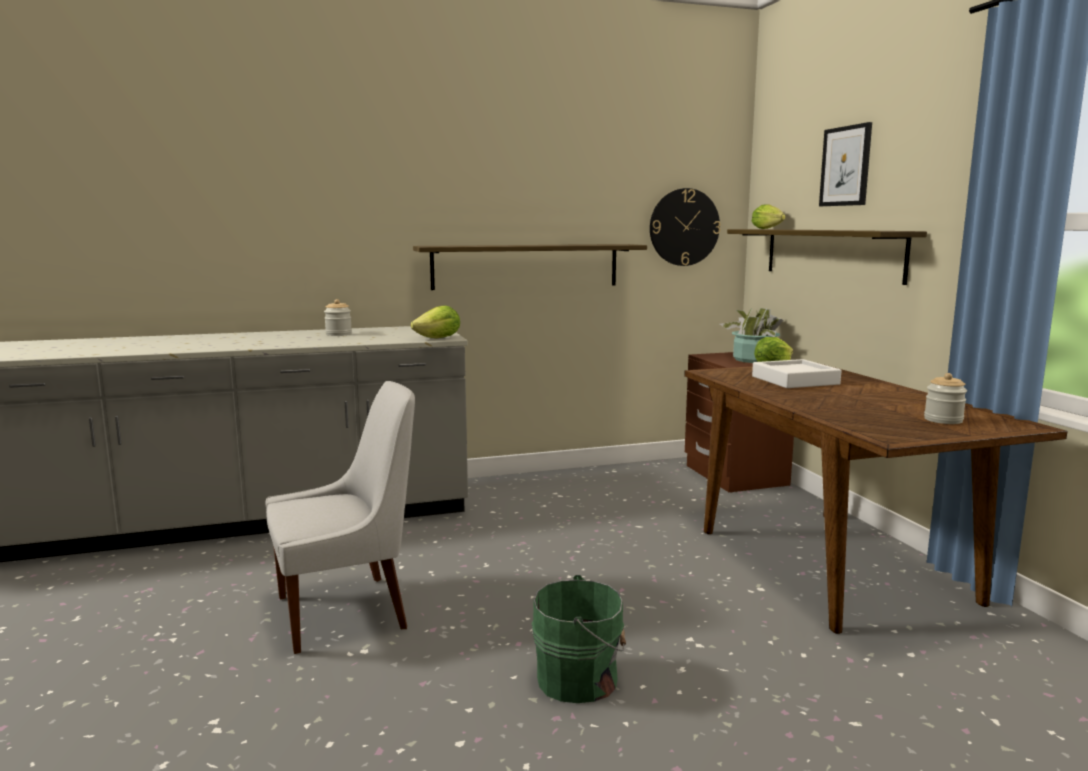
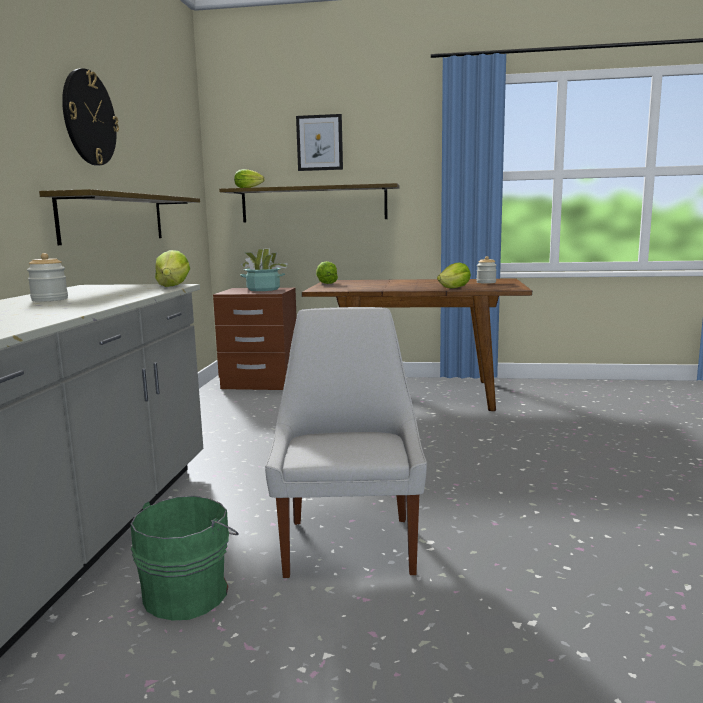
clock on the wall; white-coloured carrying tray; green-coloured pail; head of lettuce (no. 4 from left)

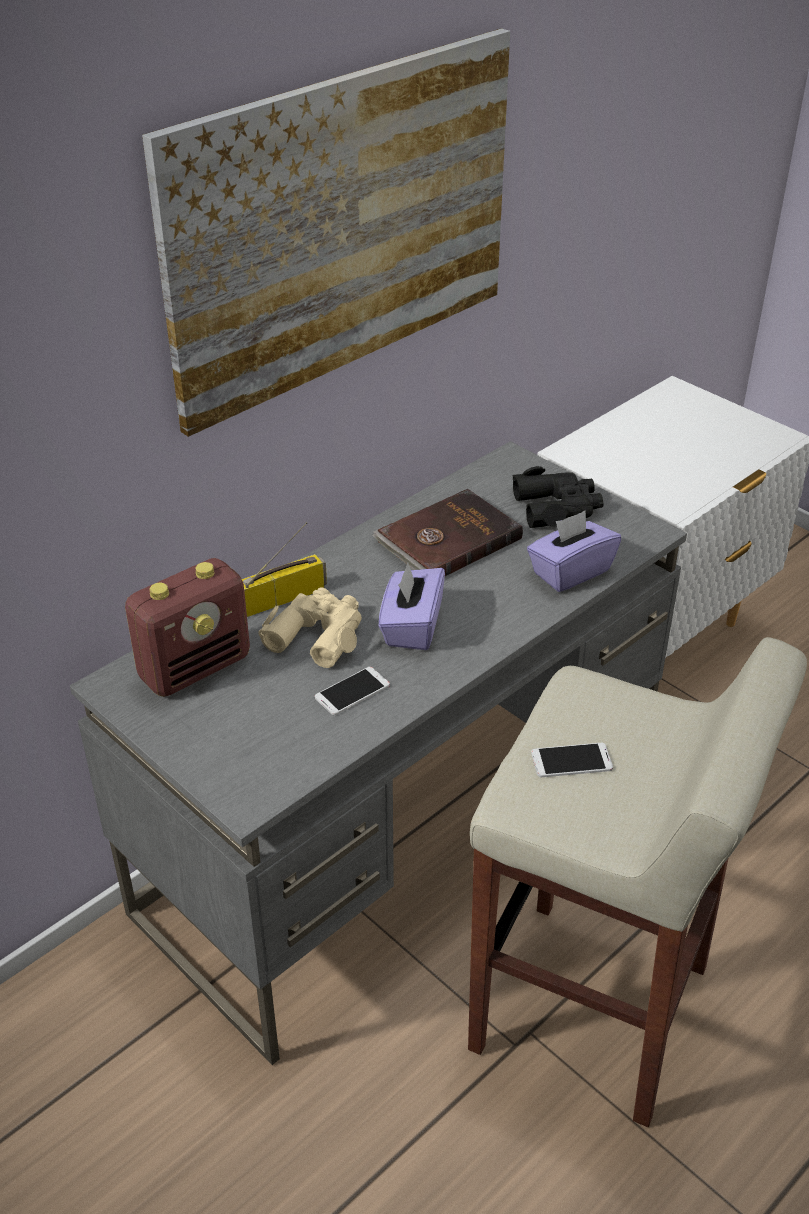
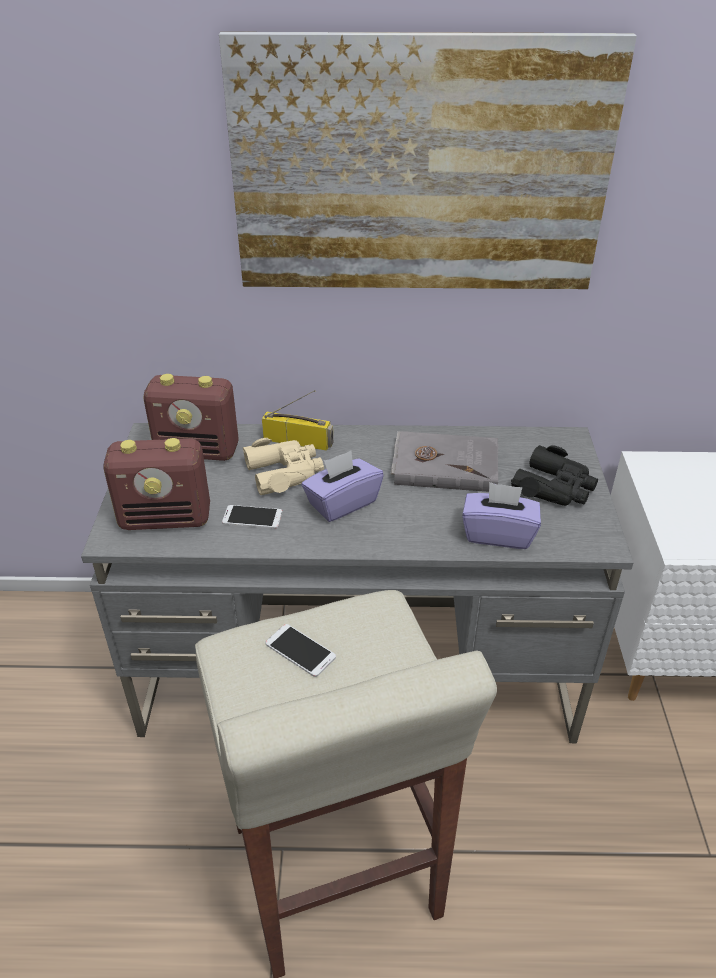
greyish bound book; radio set (no. 1 from left)

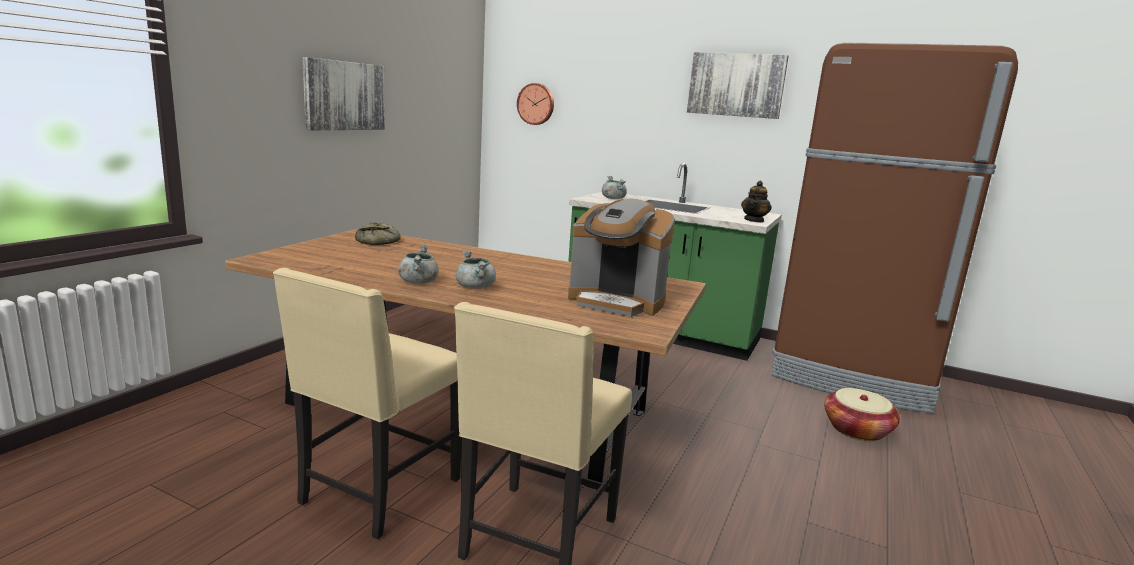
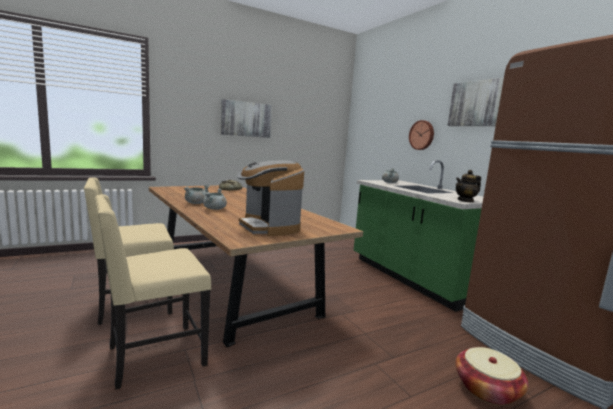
clock on the wall

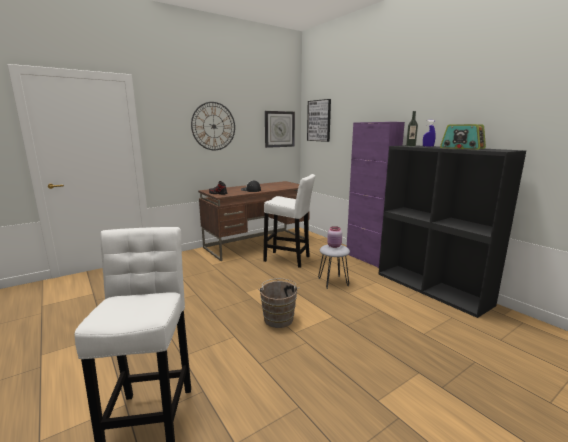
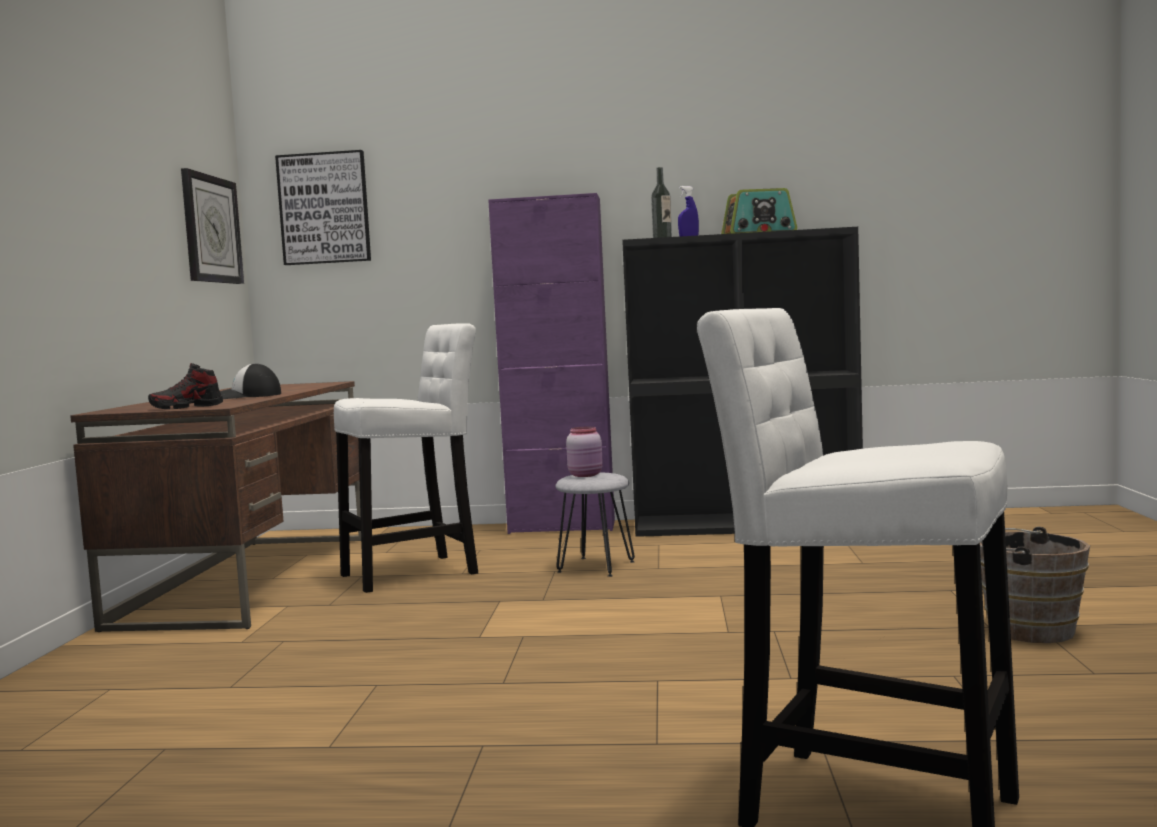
clock on the wall (no. 1 from left in the first image); brown-coloured pail

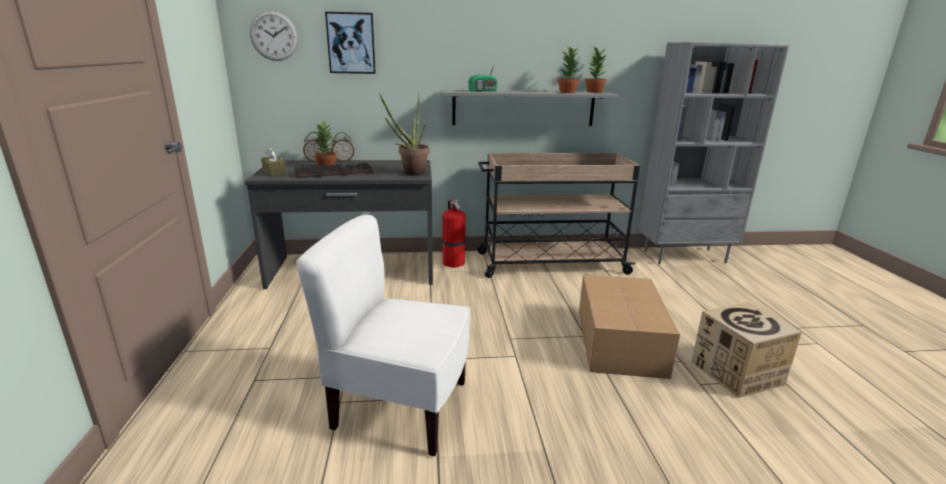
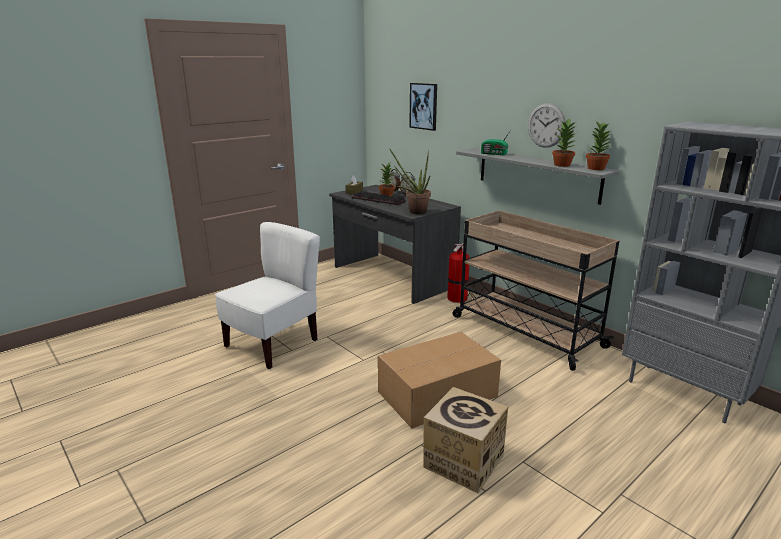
clock on the wall; white-coloured plain chair

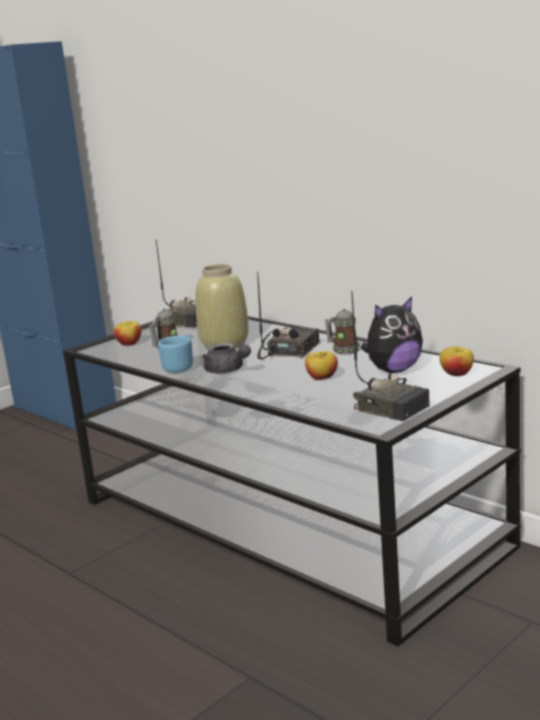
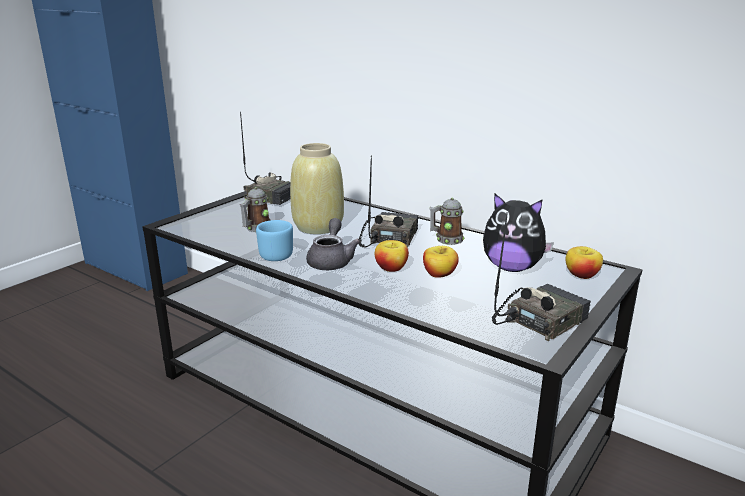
radio set (no. 3 from left); plush toy; whole apple (no. 1 from left); greyish tea pot

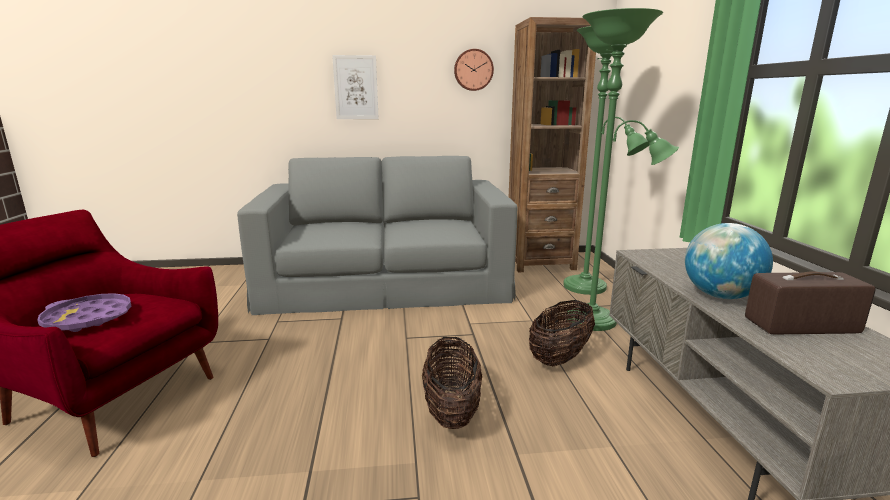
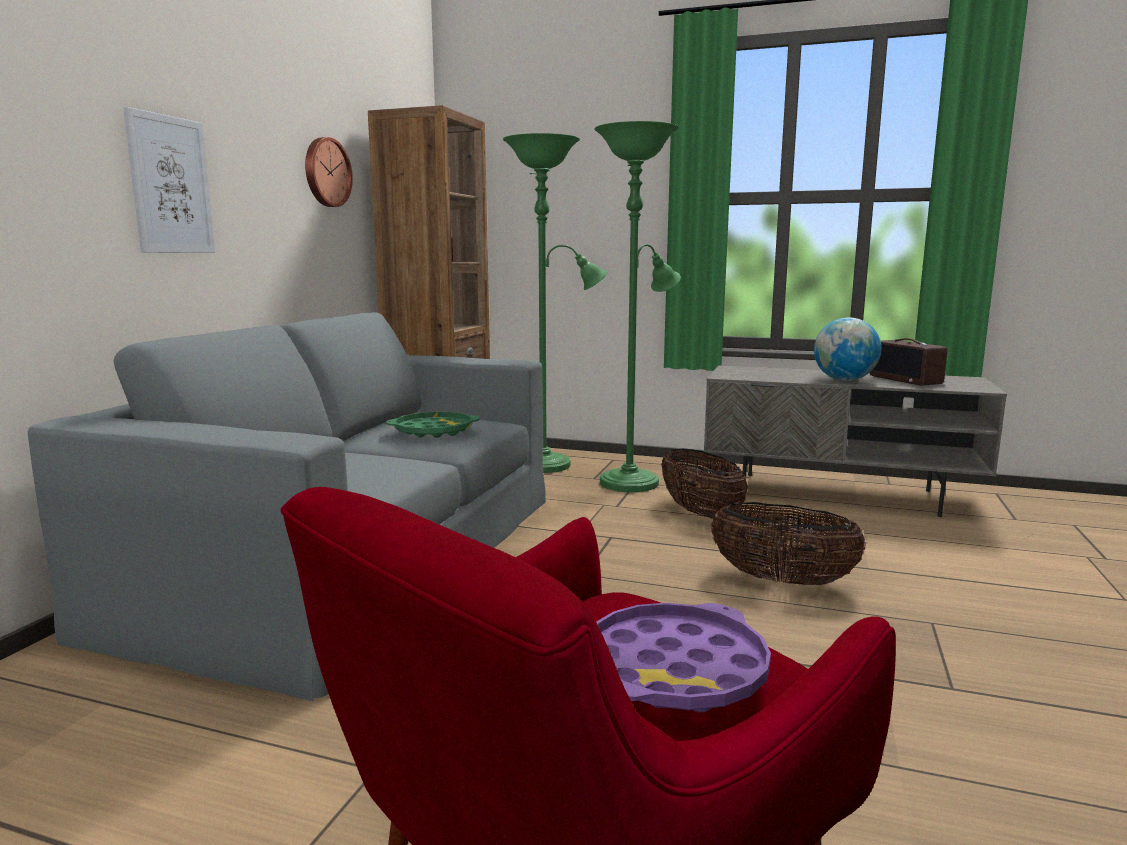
radio set; green-coloured carrying tray

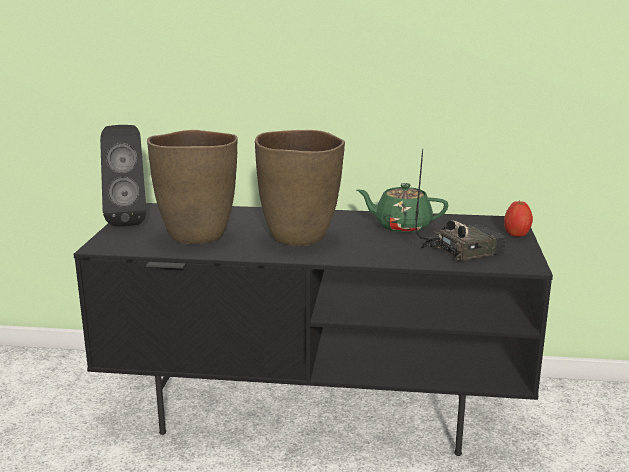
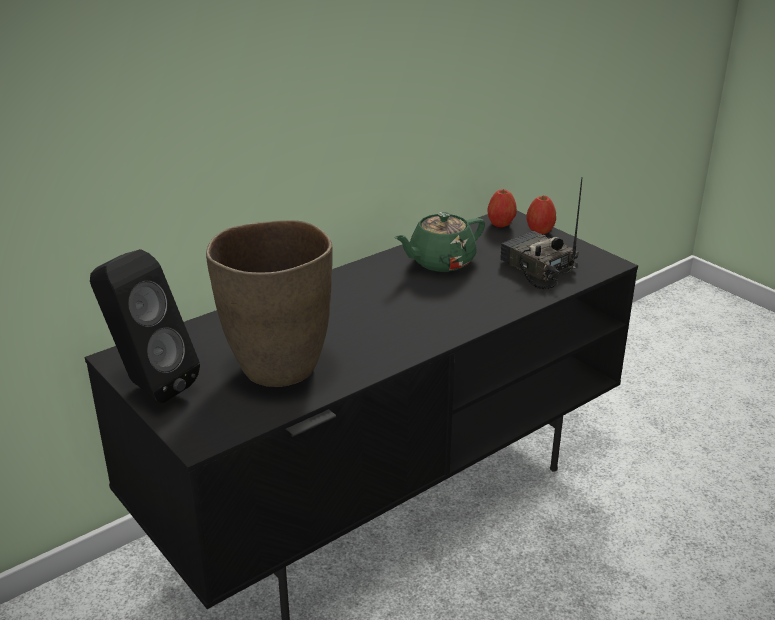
brown-coloured vase (no. 2 from left in the first image); radio set; whole apple (no. 1 from left)

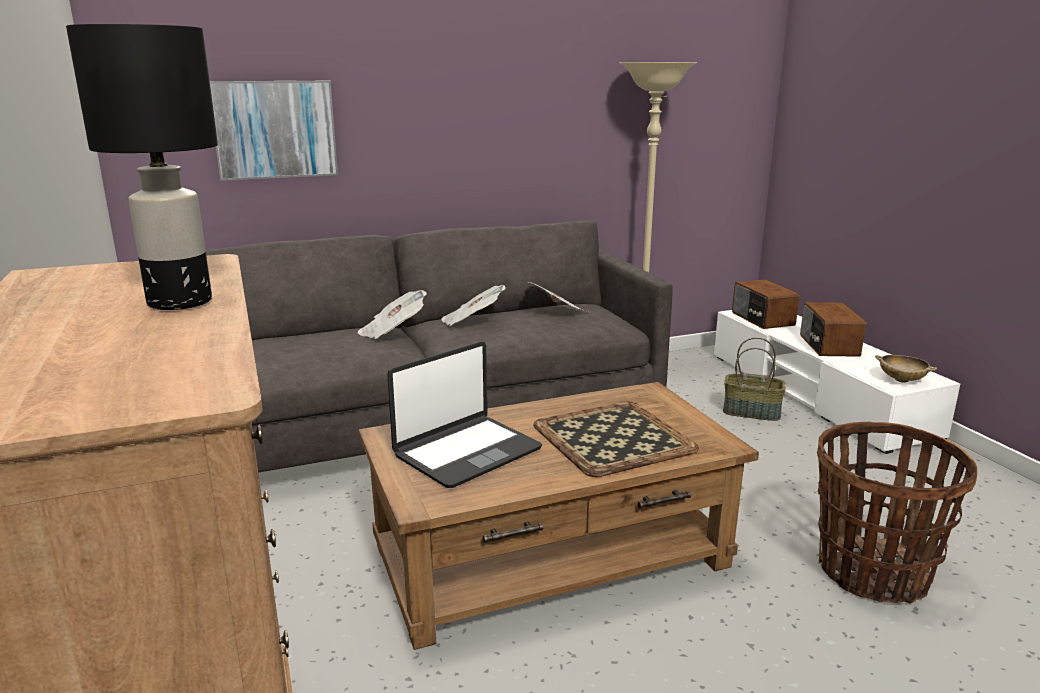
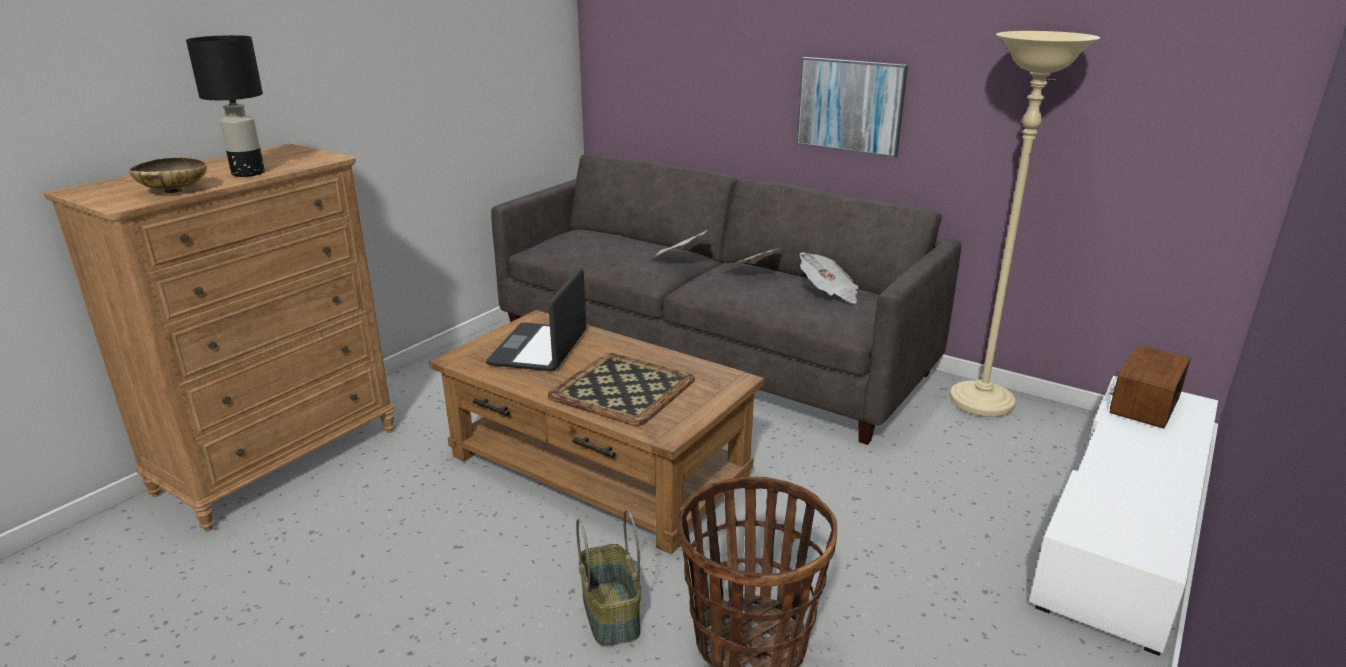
wall picture; radio set (no. 2 from left in the first image); household basket (no. 1 from left); notebook computer; sand-coloured deep dish

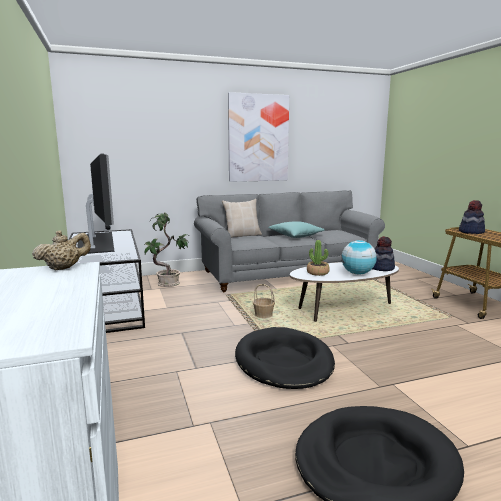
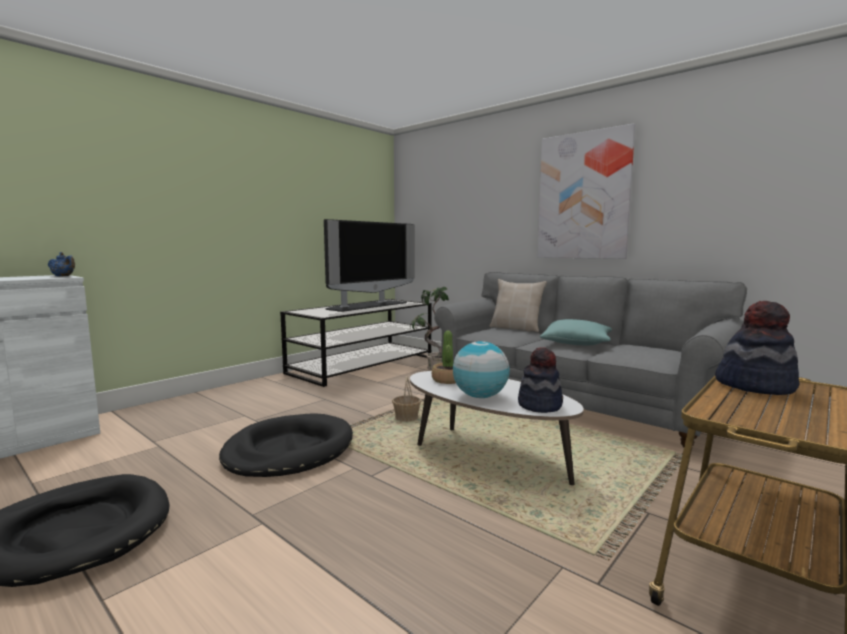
bluish tea pot

